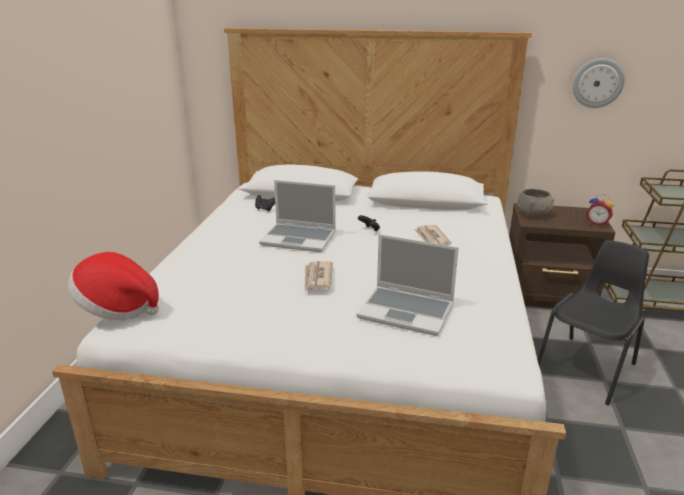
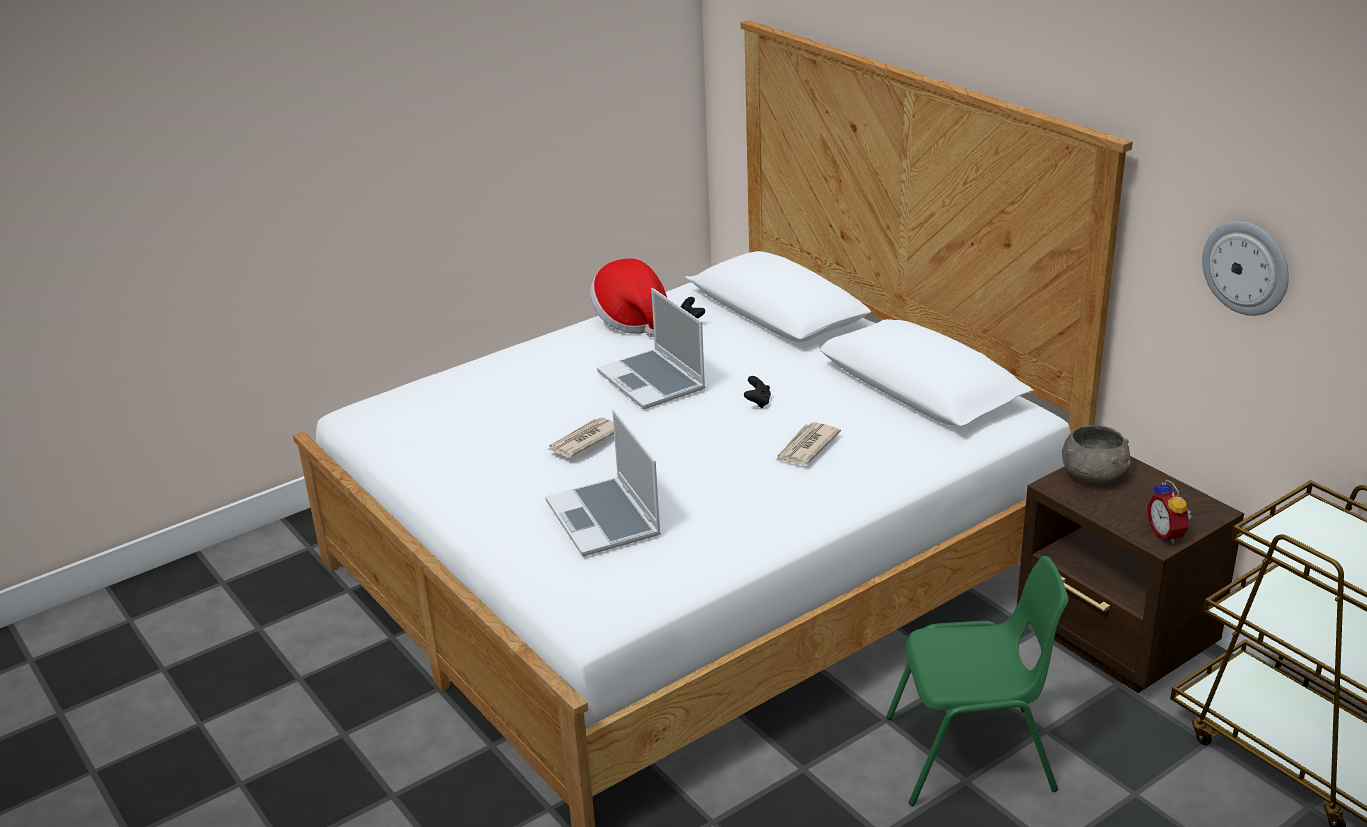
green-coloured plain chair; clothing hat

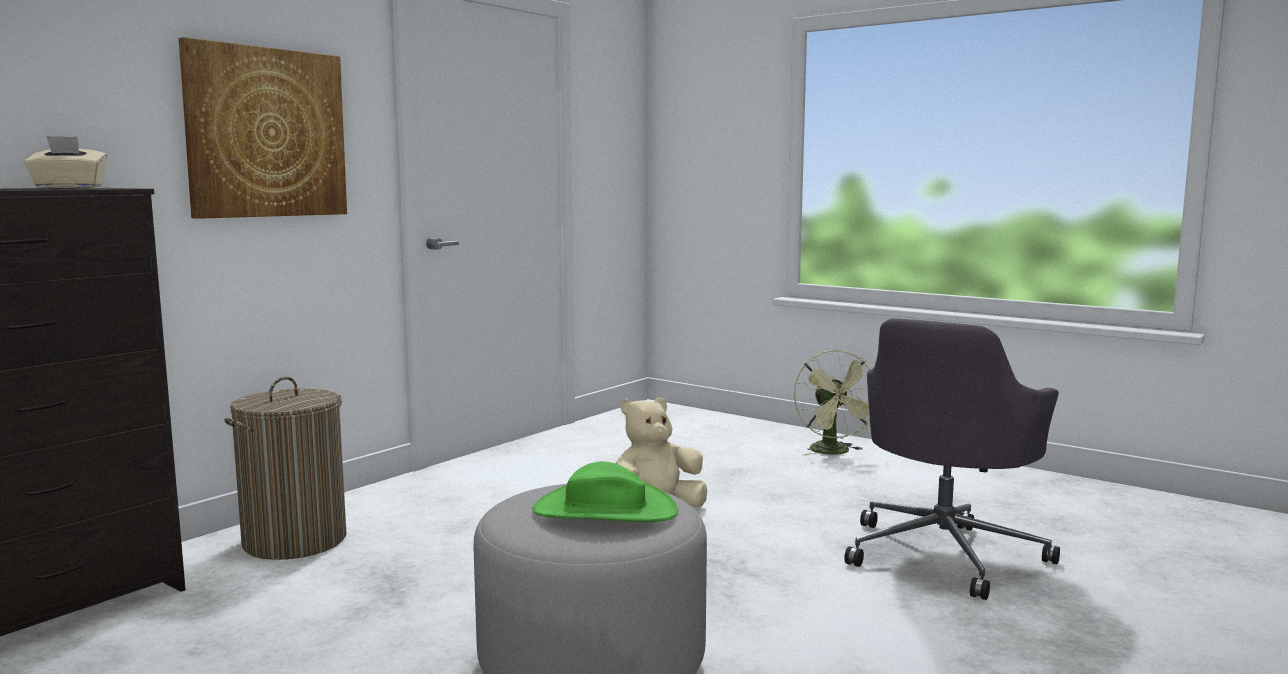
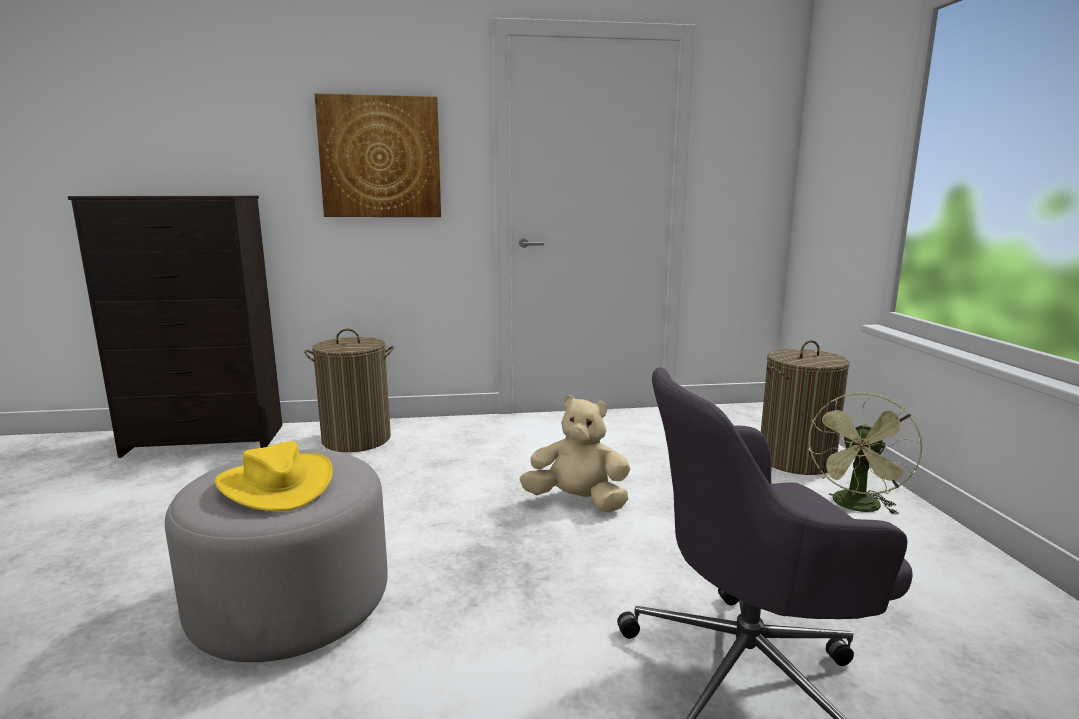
sand-coloured tissue box; yellow clothing hat; hamper (no. 2 from left)

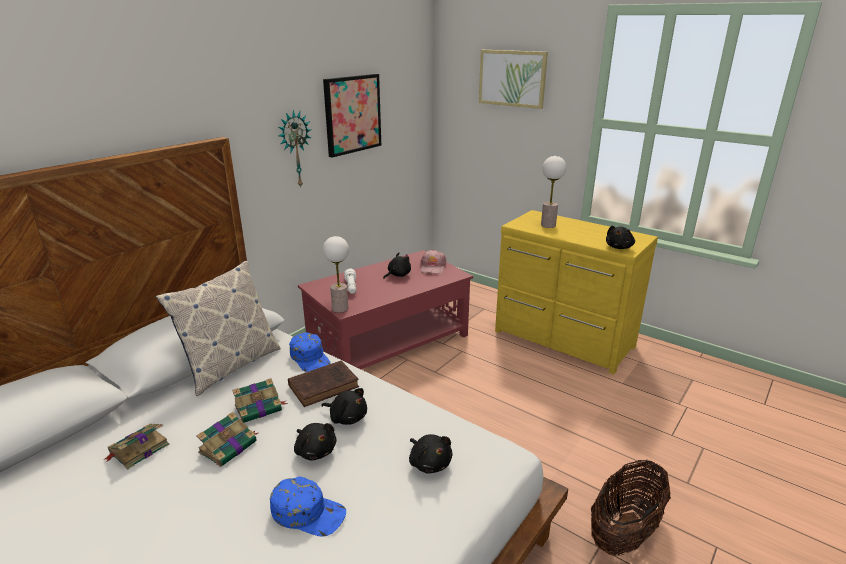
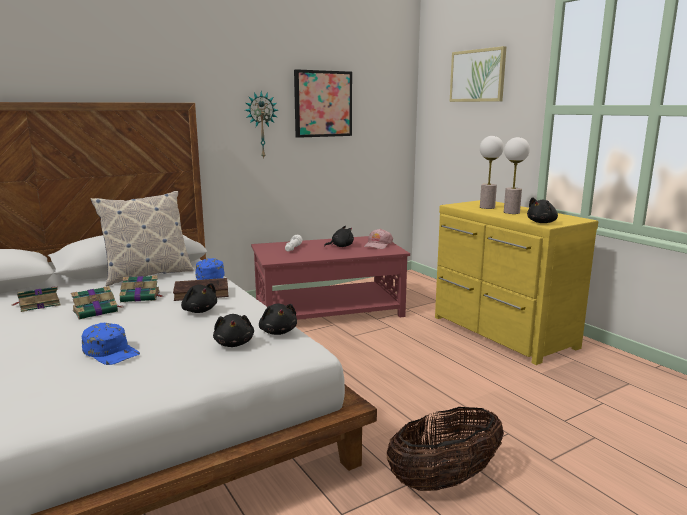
lamp for a table (no. 2 from left); black plush toy (no. 3 from left)

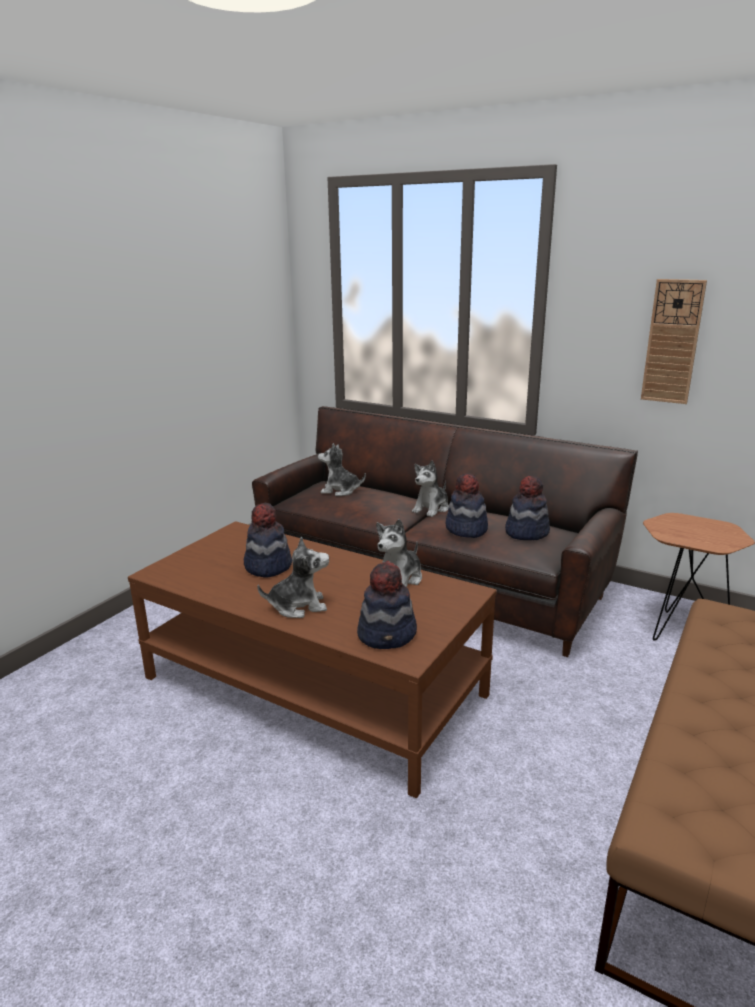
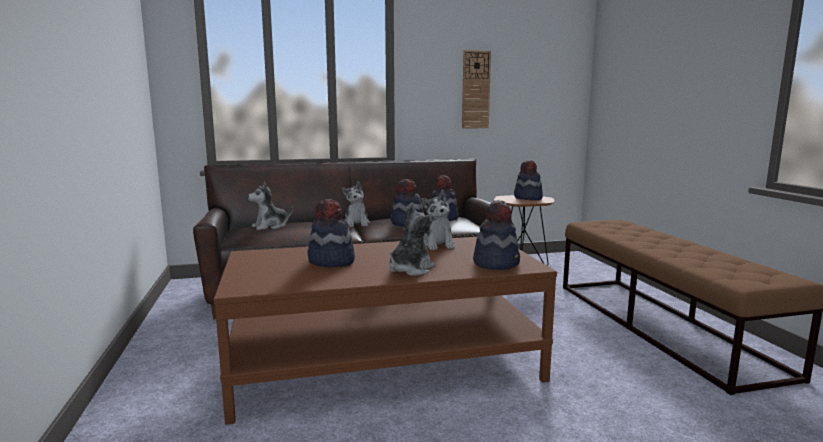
clothing hat (no. 5 from left)

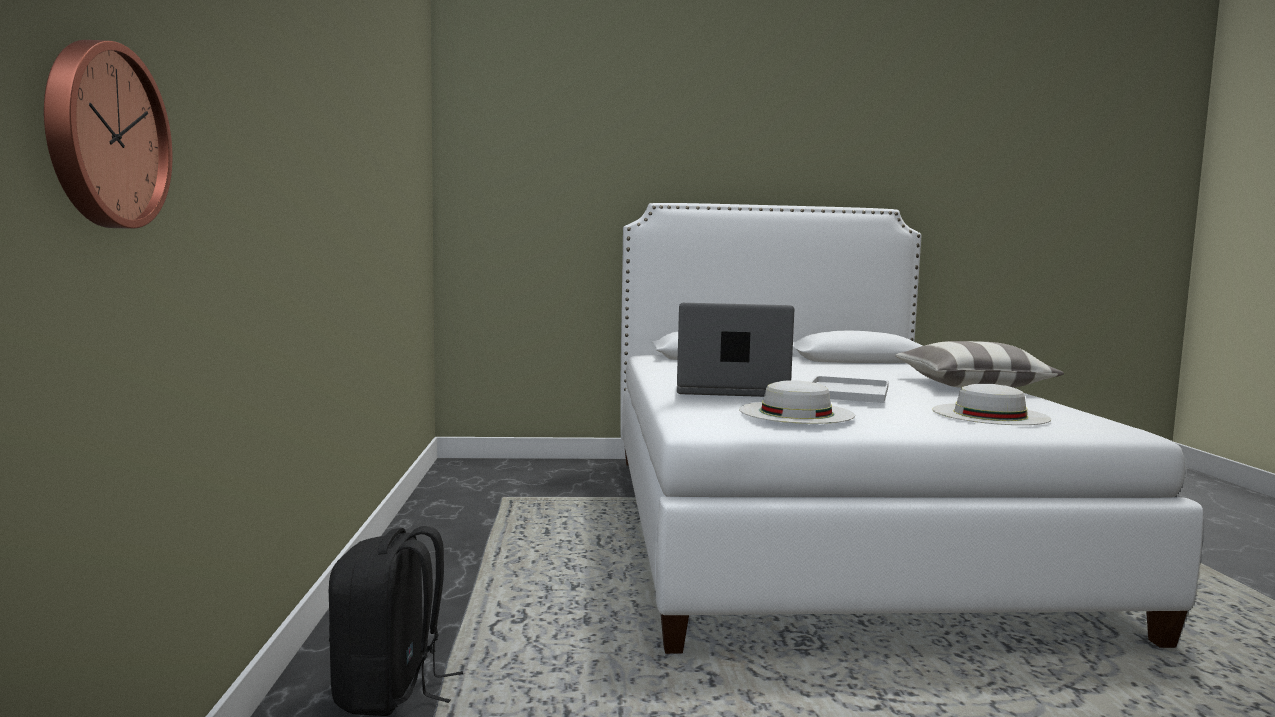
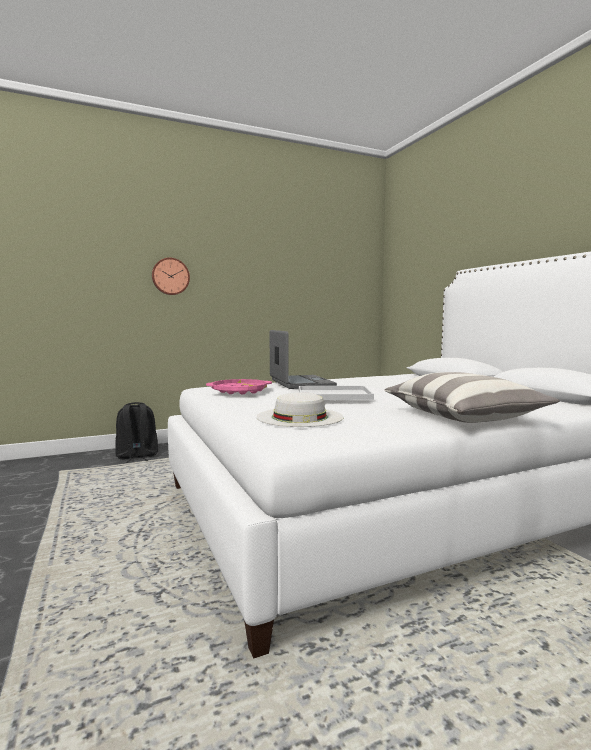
clock on the wall; pinkish carrying tray

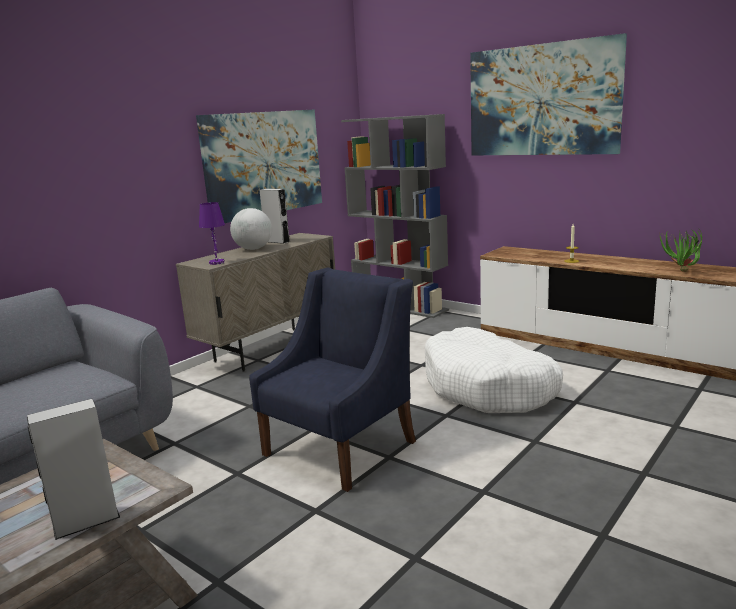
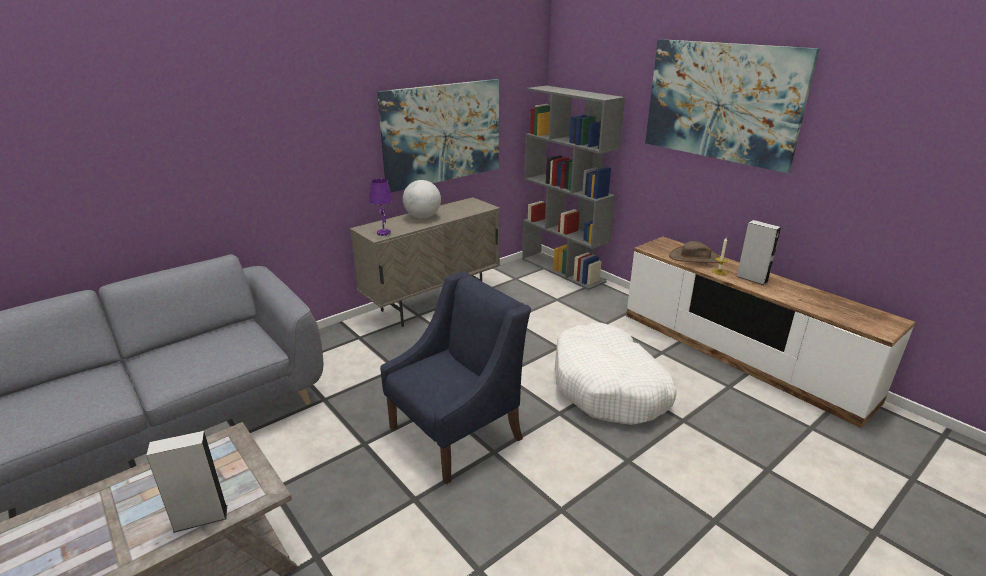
greyish audio speaker (no. 2 from left); plant in a pot; brown-coloured clothing hat

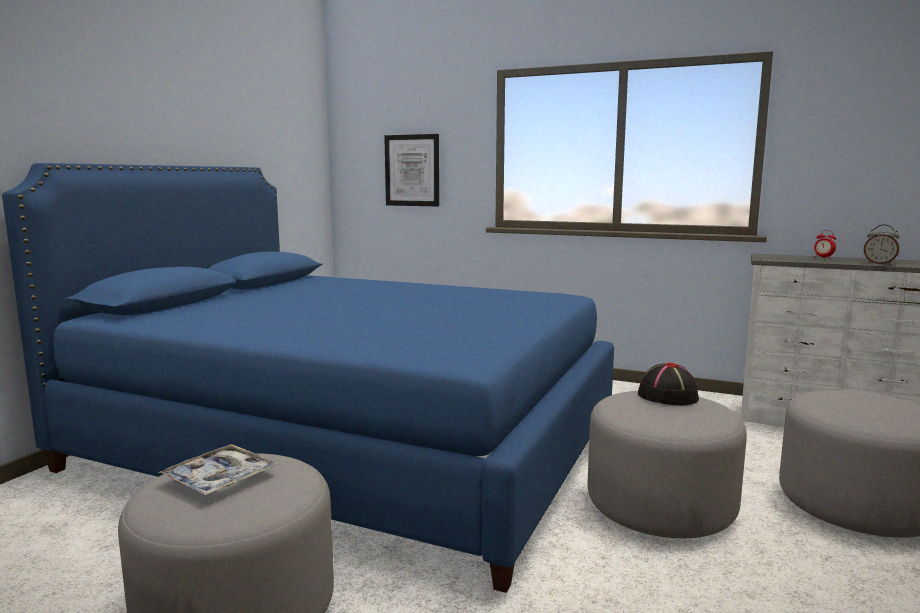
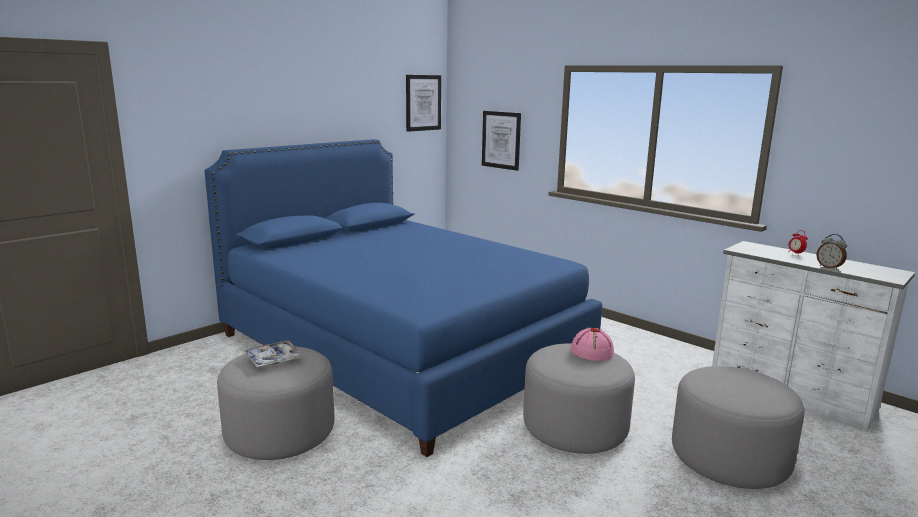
pinkish clothing hat; wall picture (no. 1 from left)

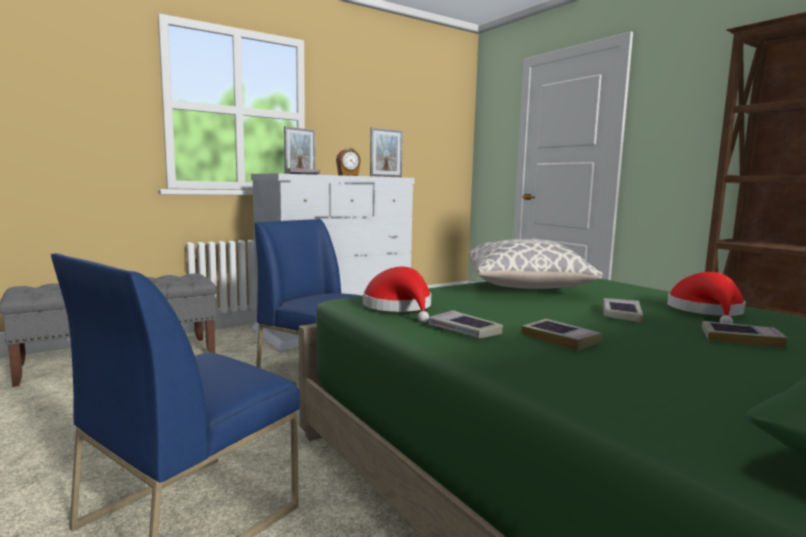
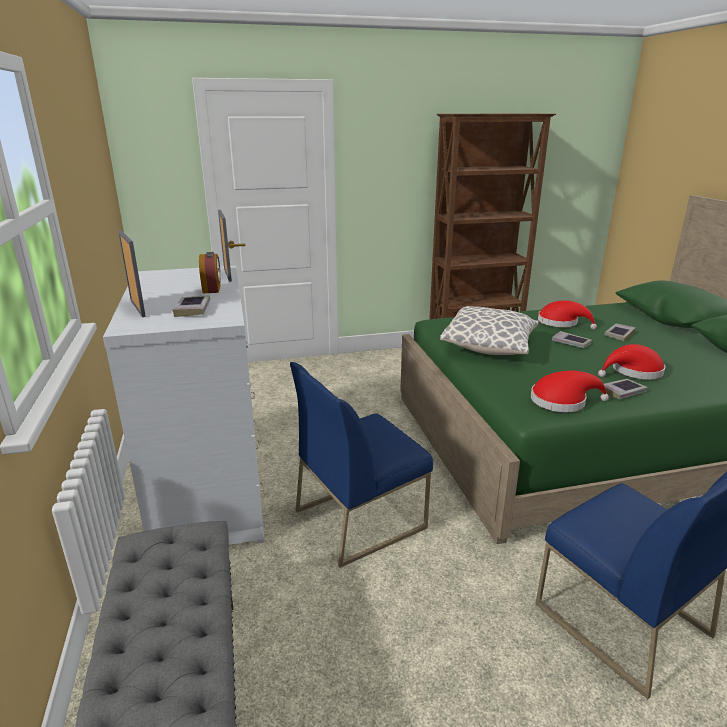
reddish clothing hat (no. 3 from left)

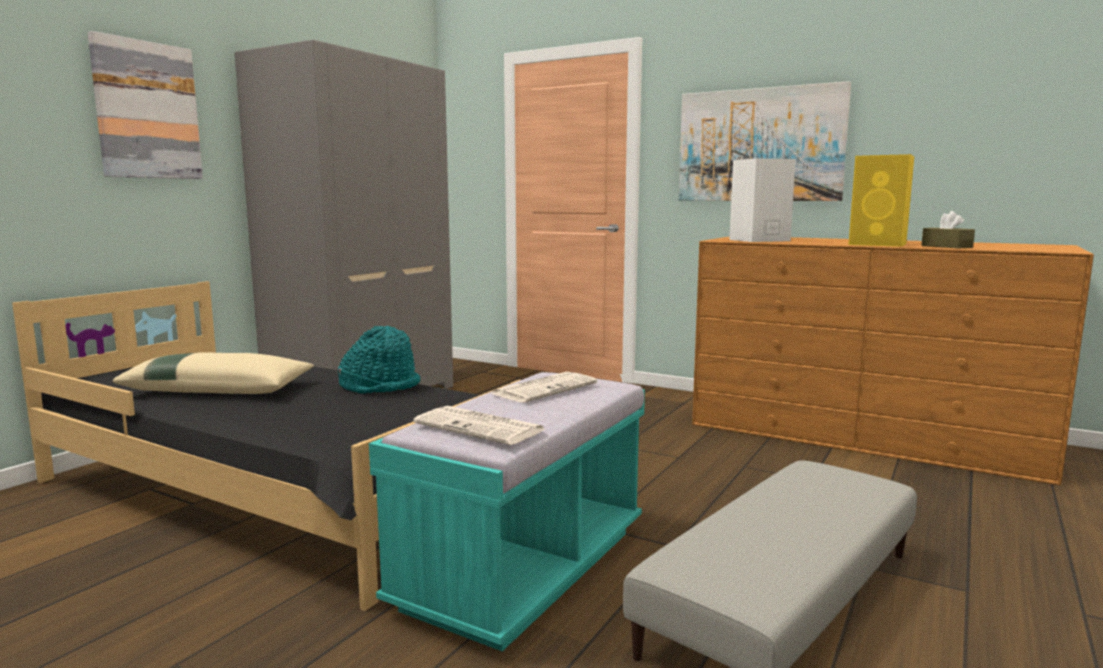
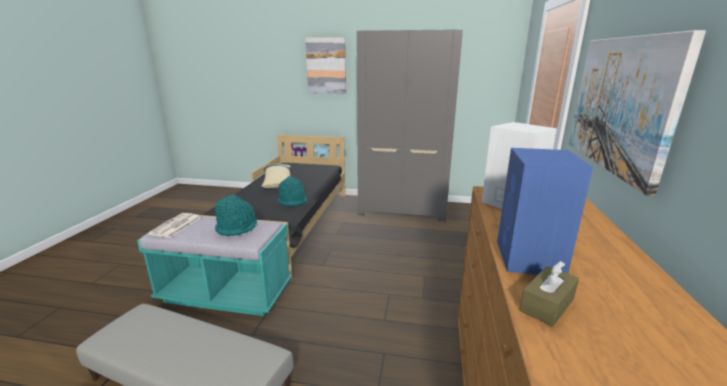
bluish audio speaker; blue-green clothing hat (no. 1 from left)

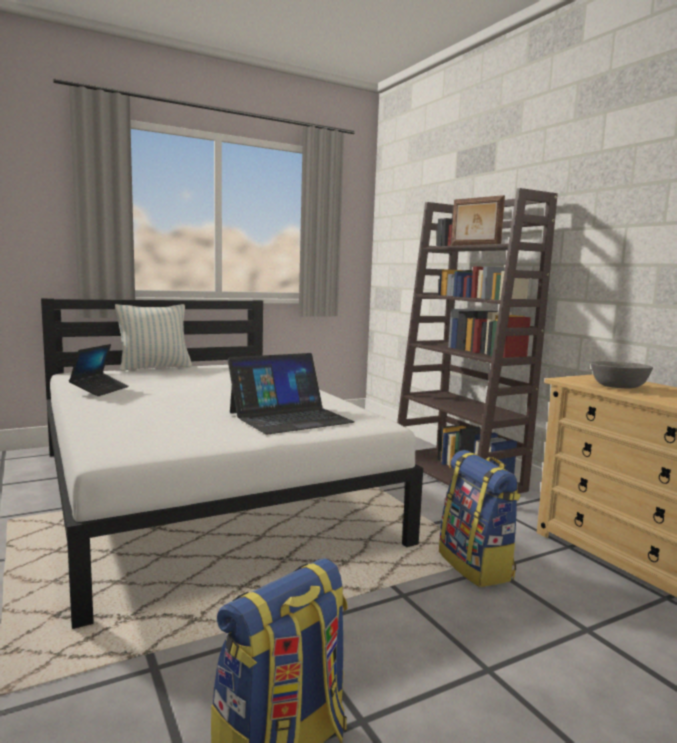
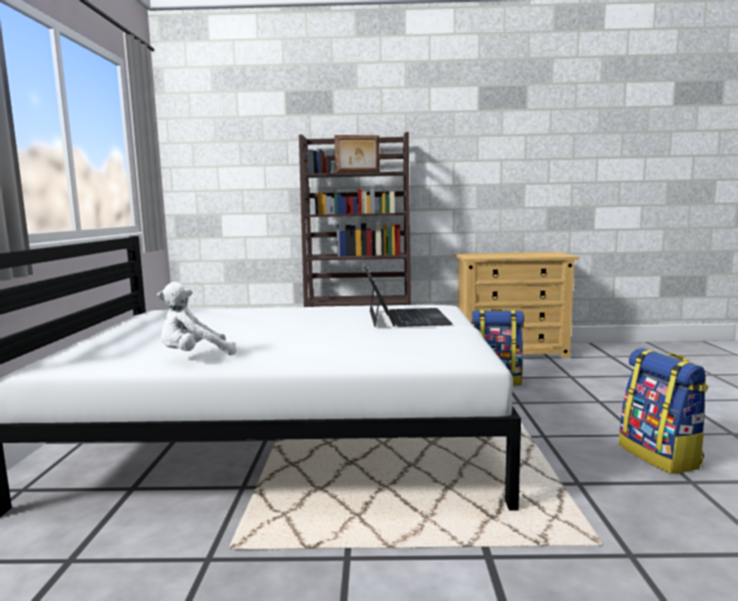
cushion; white-coloured plush toy; greyish deep dish

